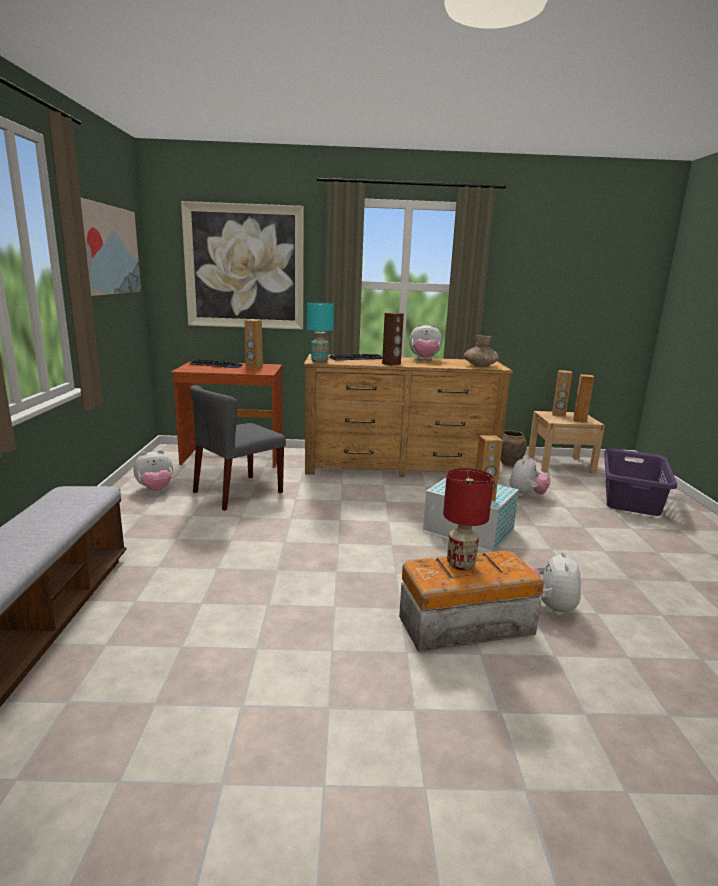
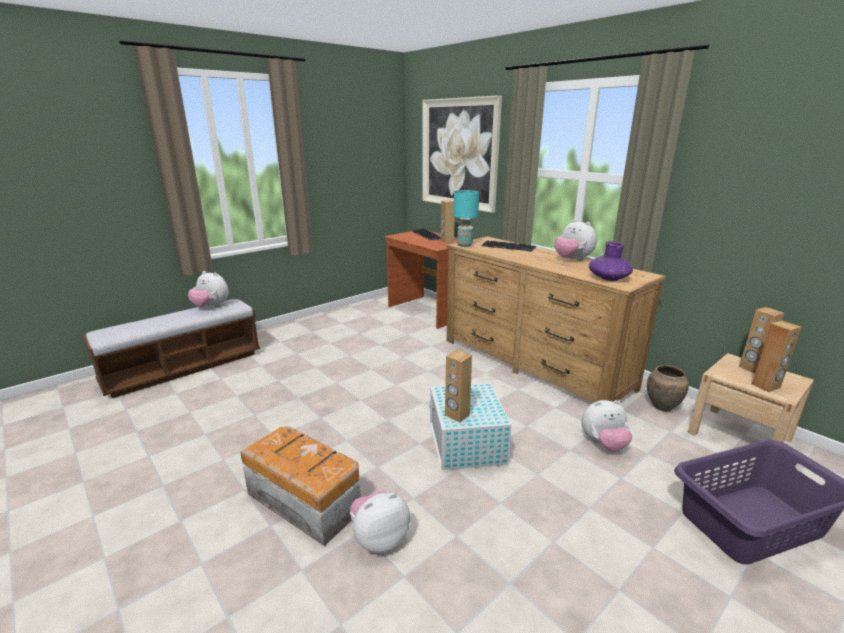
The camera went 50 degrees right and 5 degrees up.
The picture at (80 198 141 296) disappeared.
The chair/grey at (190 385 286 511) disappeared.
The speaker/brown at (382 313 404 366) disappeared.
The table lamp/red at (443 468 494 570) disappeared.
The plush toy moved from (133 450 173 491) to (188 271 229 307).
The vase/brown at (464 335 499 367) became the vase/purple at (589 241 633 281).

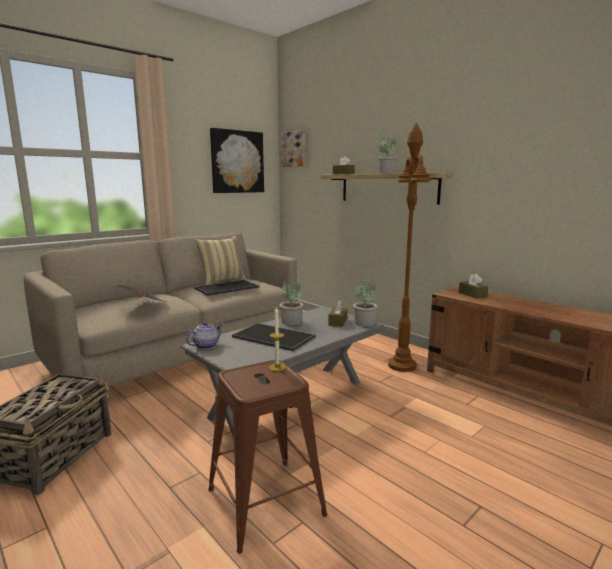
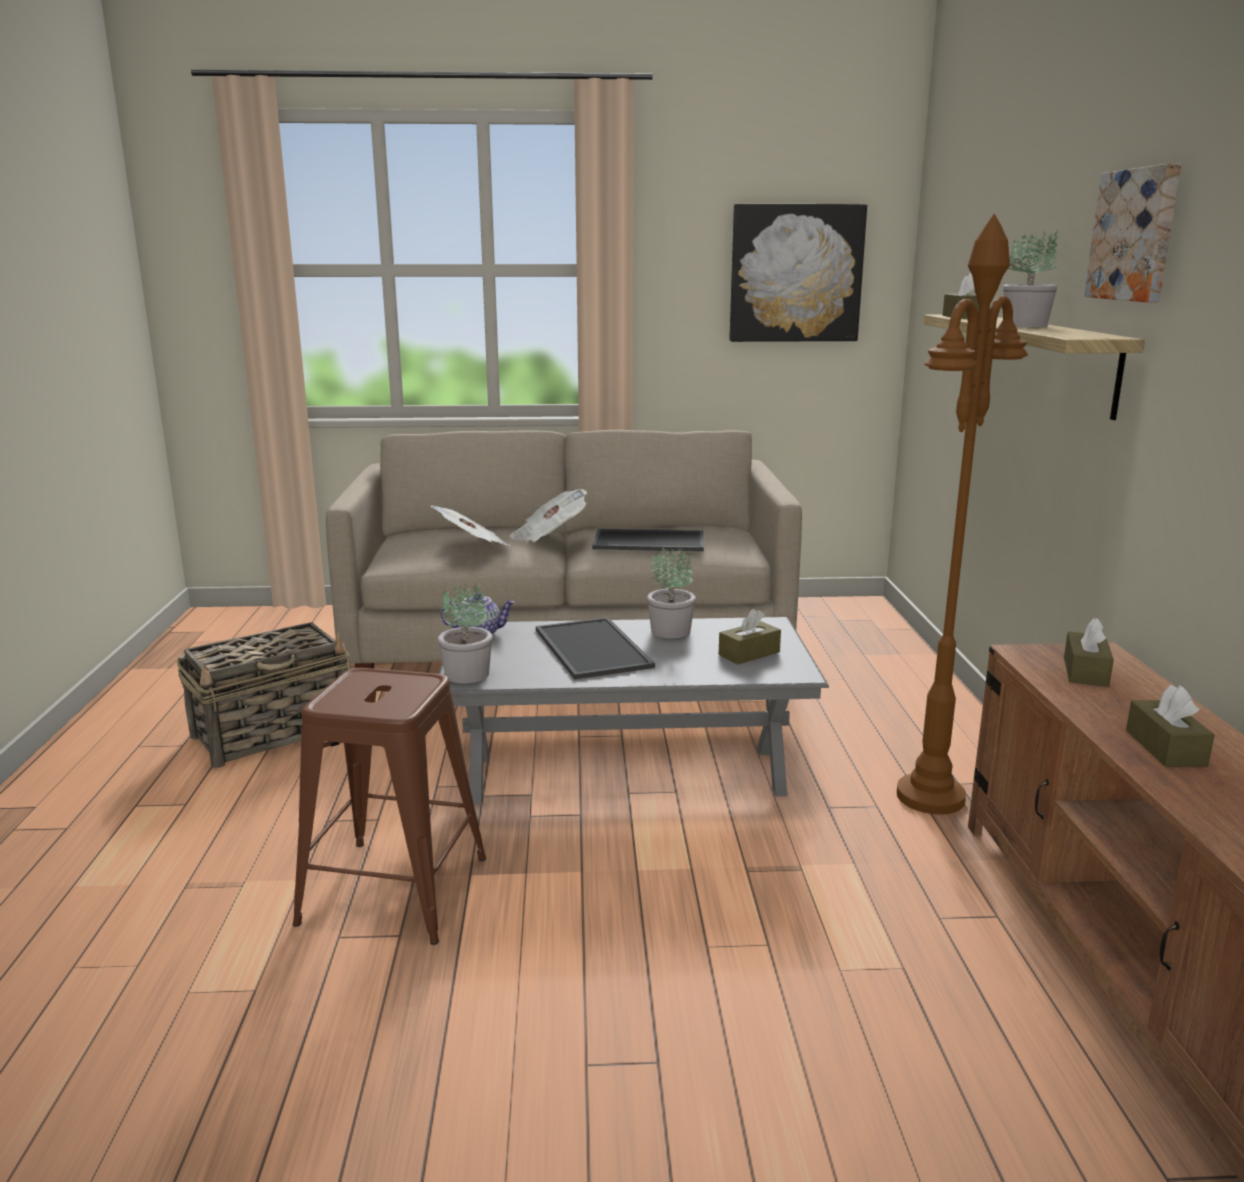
The camera went 40 degrees right and 5 degrees up.
The pillow/beige at (196 236 246 285) disappeared.
The candle at (269 307 286 371) disappeared.
The newspaper at (510 489 588 542) appeared.
The tissue box/brown at (1126 685 1215 767) appeared.
The picture moved from (281 130 305 167) to (1084 164 1181 302).
The potted plant moved from (353 281 378 327) to (438 582 492 684).

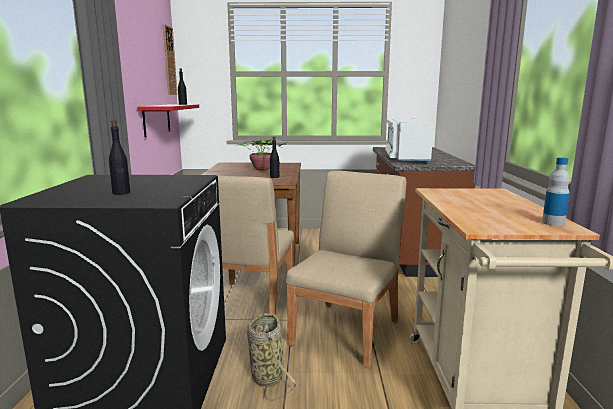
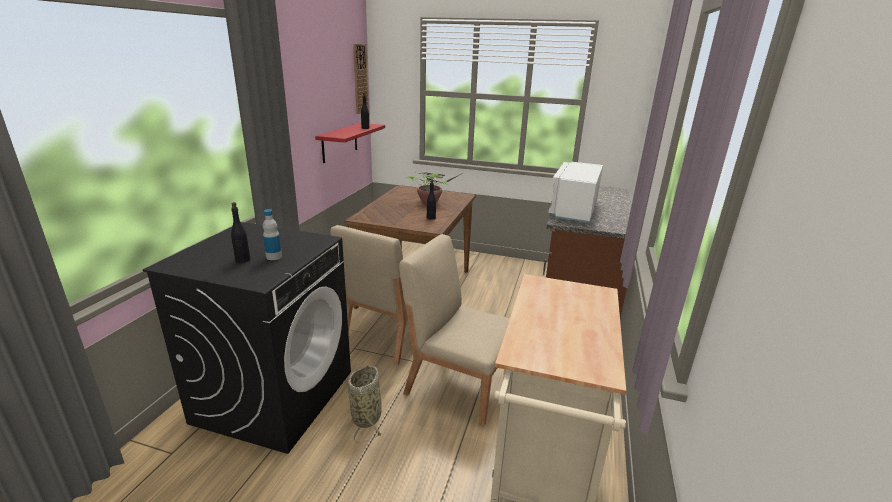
The camera went 15 degrees right and 10 degrees up.
The bottle moved from (542 157 570 226) to (263 209 282 260).
The chair/beige at (286 171 406 368) turned 105 degrees counterclockwise.

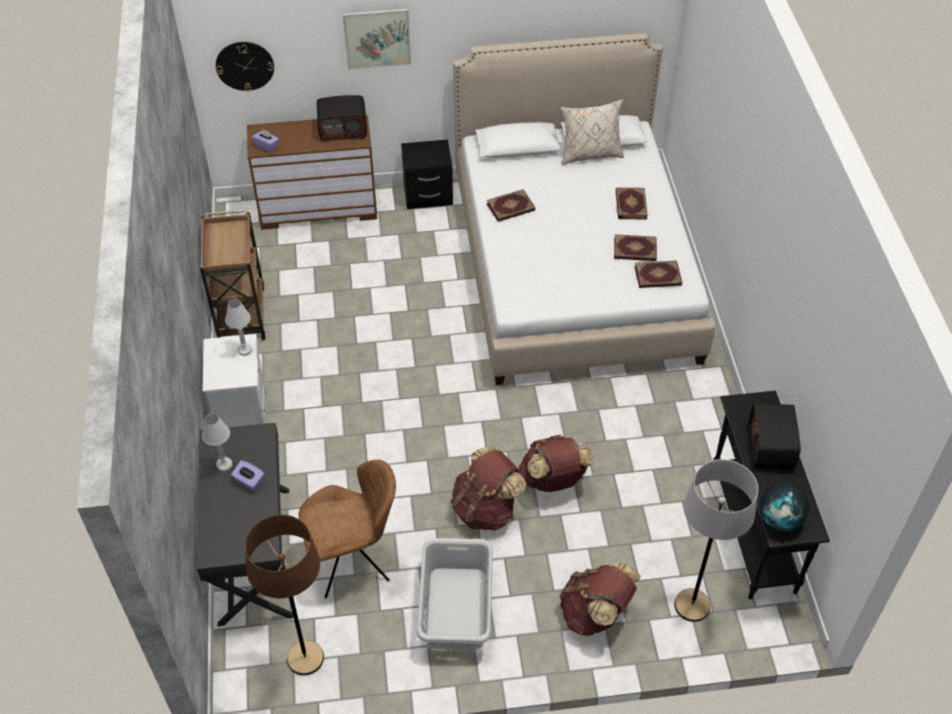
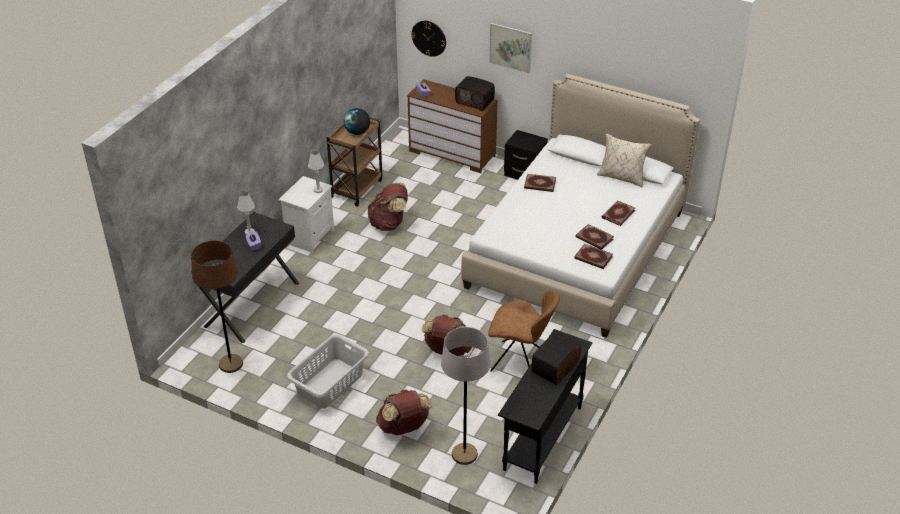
The camera went 35 degrees right and 10 degrees down.
The chair/brown moved from (299 459 396 598) to (488 291 560 372).
The backpack/brown moved from (451 445 526 531) to (368 182 408 231).
The globe moved from (760 483 809 532) to (344 108 370 135).

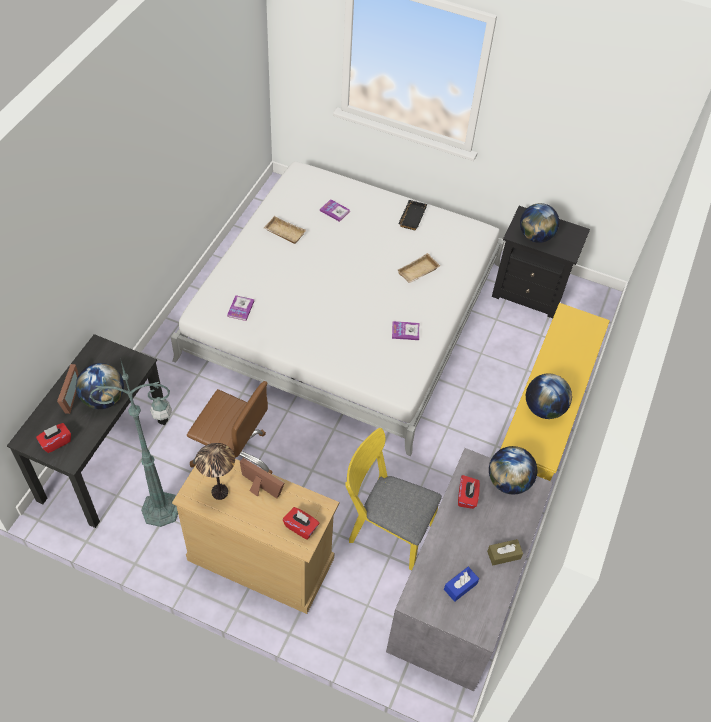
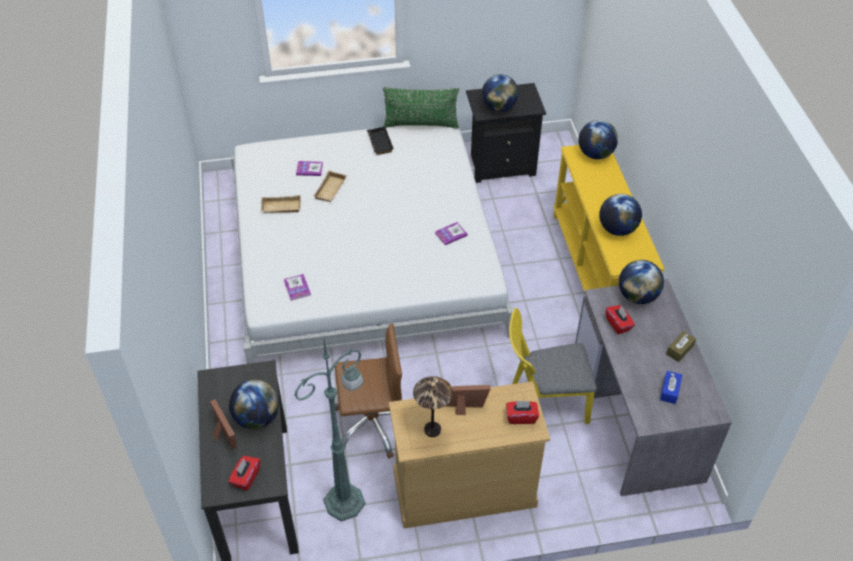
The camera went 30 degrees left and 5 degrees down.
The pillow/green at (383 87 459 129) appeared.
The globe at (579 120 618 159) appeared.
The tray/beige moved from (398 253 440 283) to (314 170 347 202).

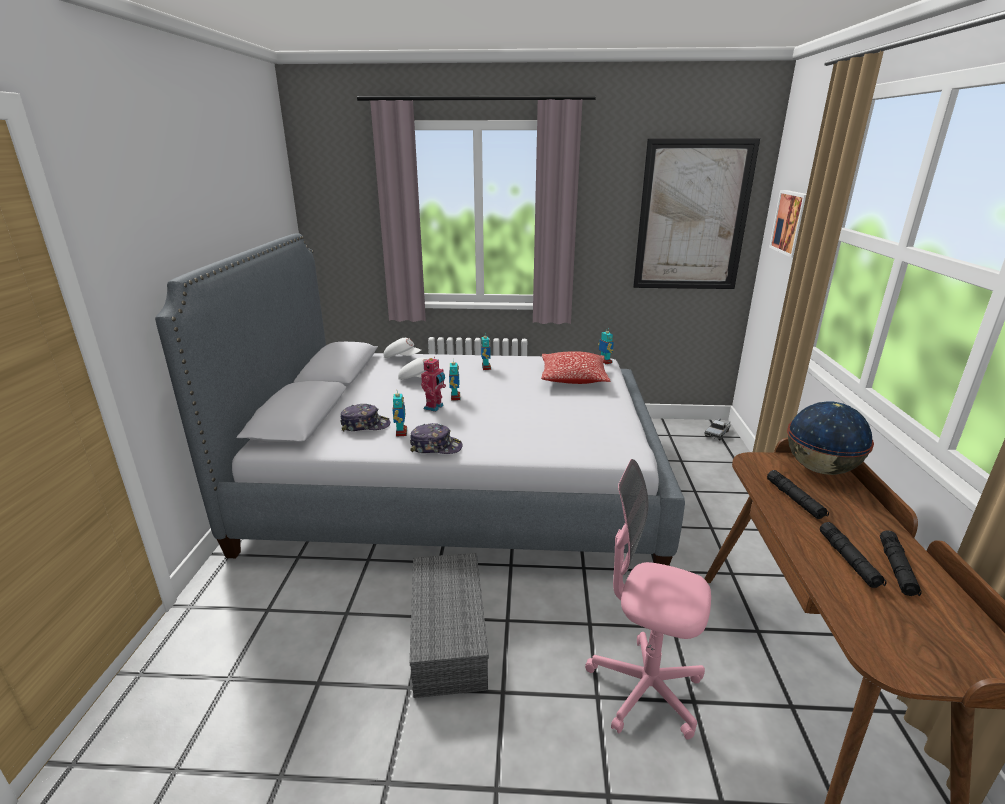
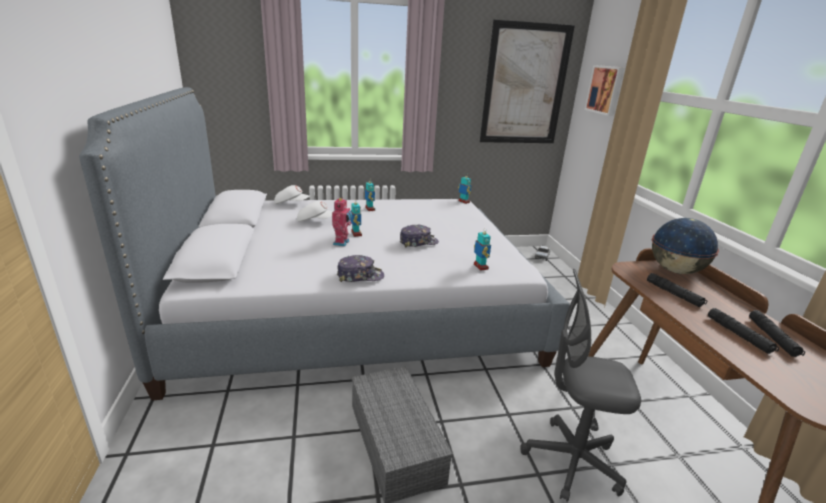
The camera went 15 degrees left and 0 degrees up.
The pillow at (541 351 611 384) disappeared.
The cap moved from (341 404 390 431) to (400 225 439 247).
The toy robot moved from (393 391 407 437) to (474 231 491 271).
The office chair/pink at (585 459 711 740) became the office chair/grey at (520 269 641 502).

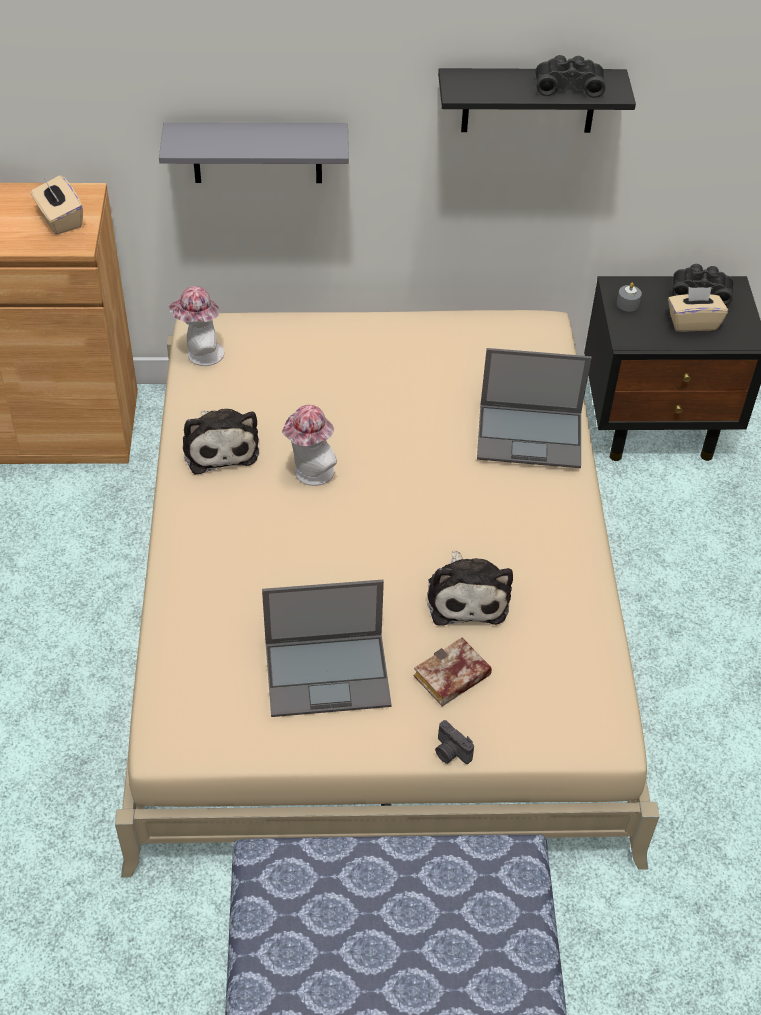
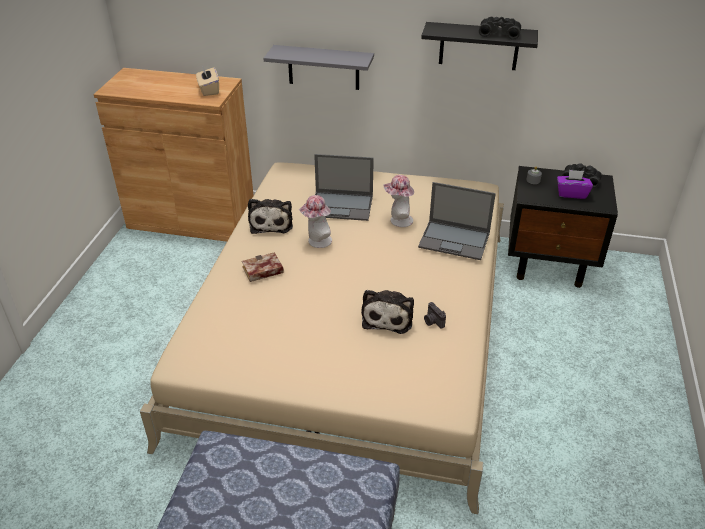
The camera went 15 degrees right and 10 degrees down.
The hat moved from (168 286 224 366) to (383 175 414 227).
The laptop moved from (262 580 391 717) to (314 154 374 221).
The book moved from (414 638 492 706) to (242 252 284 282).
The photo camera moved from (435 720 474 764) to (424 302 446 329).
The tissue box/beige at (668 287 728 332) became the tissue box/purple at (557 170 593 199).

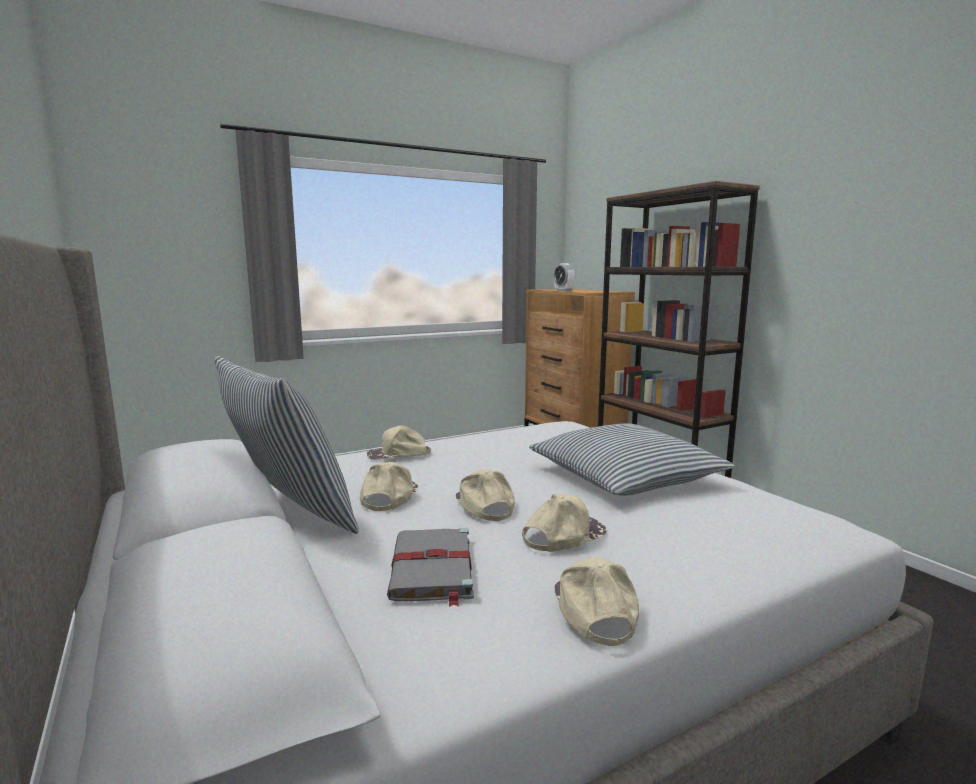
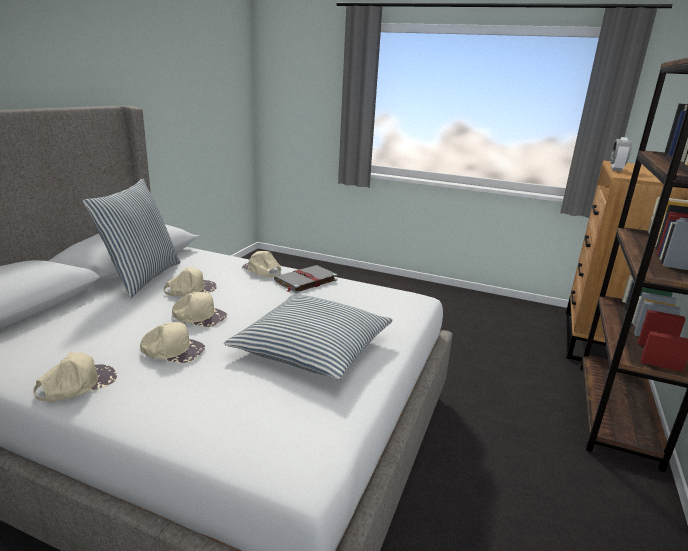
The camera went 50 degrees right and 10 degrees up.
The book/grey moved from (387 528 474 607) to (274 265 337 293).
The cap/beige at (455 469 515 521) turned 75 degrees clockwise.

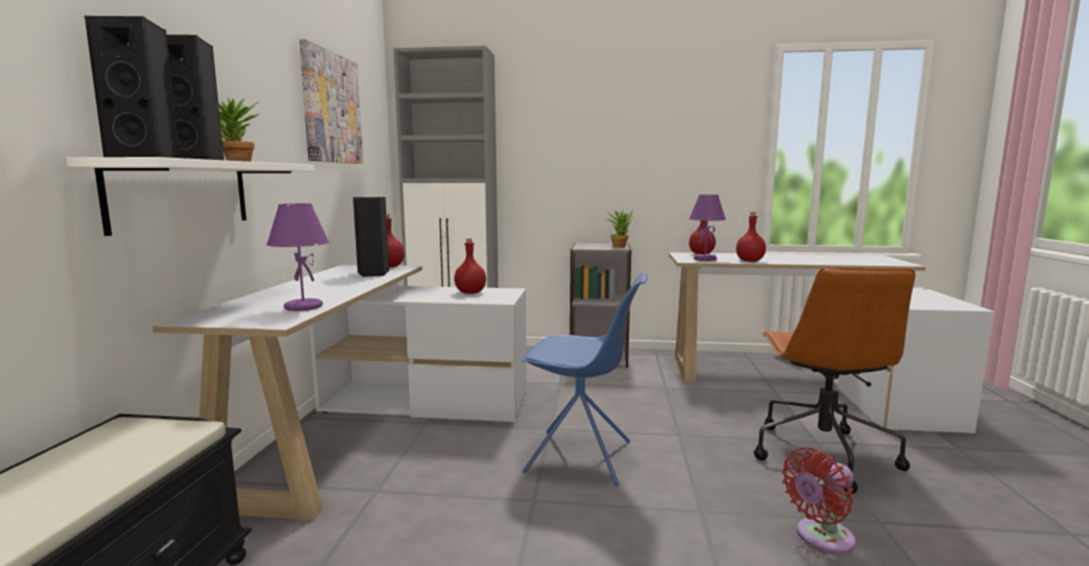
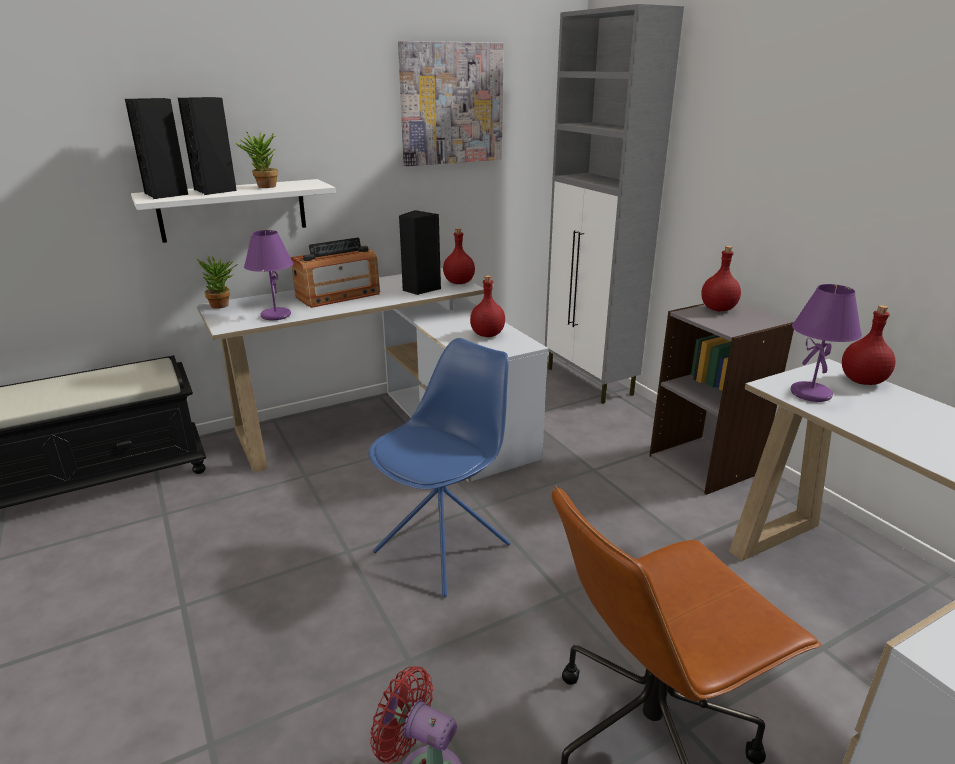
The camera went 55 degrees right and 15 degrees up.
The radio at (291 237 380 308) appeared.
The potted plant moved from (607 210 633 247) to (197 256 238 309).
The bottle/red moved from (736 212 766 262) to (701 246 741 311).
The chair/blue at (522 272 647 486) turned 120 degrees counterclockwise.

